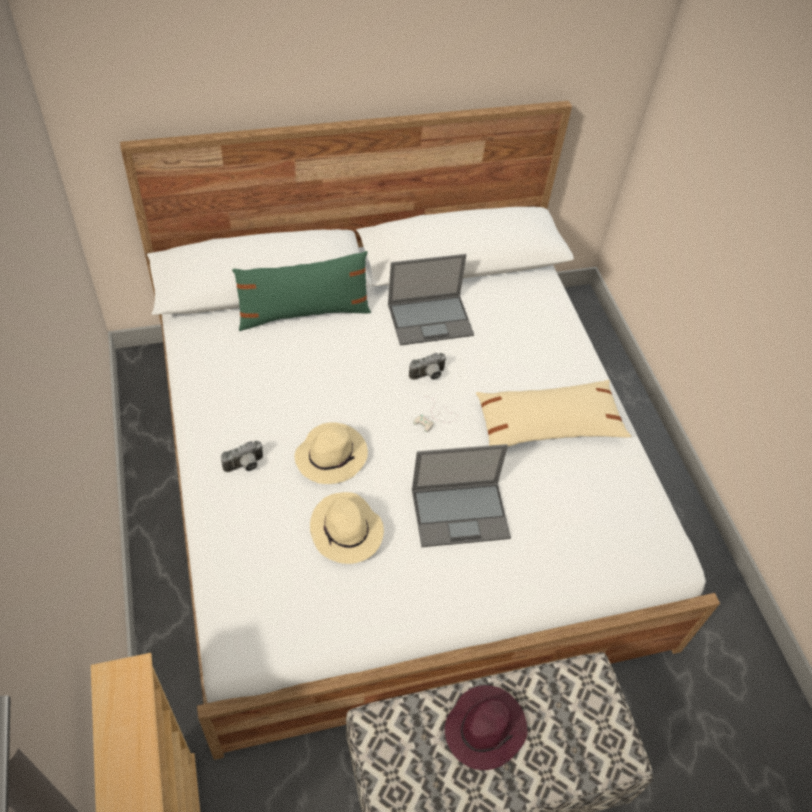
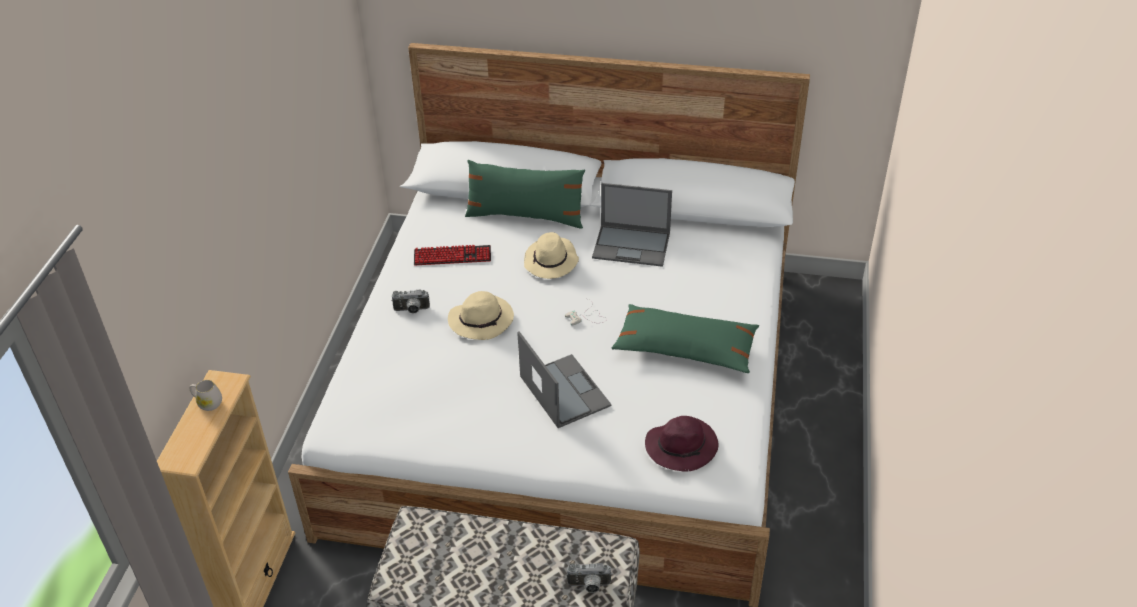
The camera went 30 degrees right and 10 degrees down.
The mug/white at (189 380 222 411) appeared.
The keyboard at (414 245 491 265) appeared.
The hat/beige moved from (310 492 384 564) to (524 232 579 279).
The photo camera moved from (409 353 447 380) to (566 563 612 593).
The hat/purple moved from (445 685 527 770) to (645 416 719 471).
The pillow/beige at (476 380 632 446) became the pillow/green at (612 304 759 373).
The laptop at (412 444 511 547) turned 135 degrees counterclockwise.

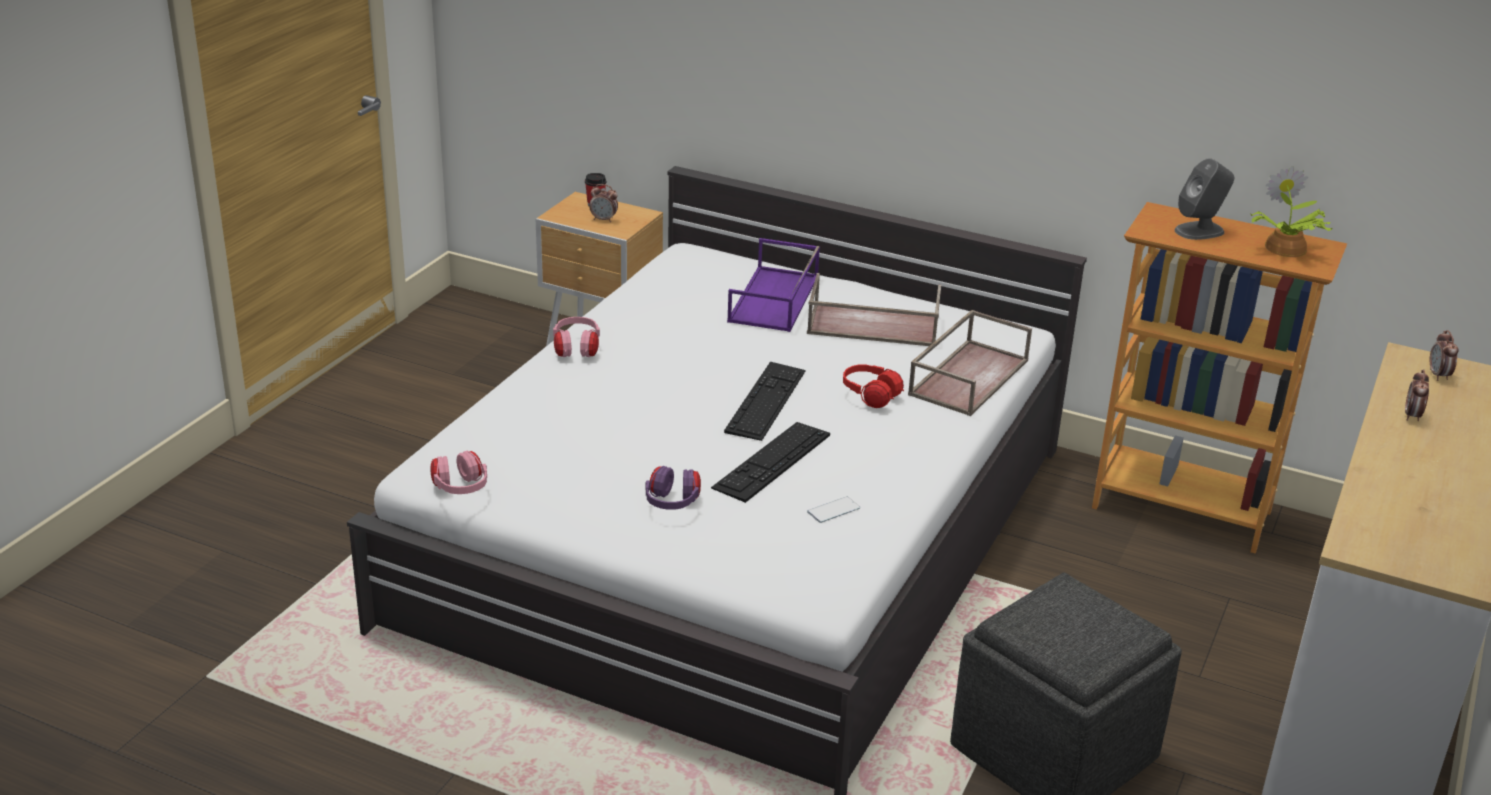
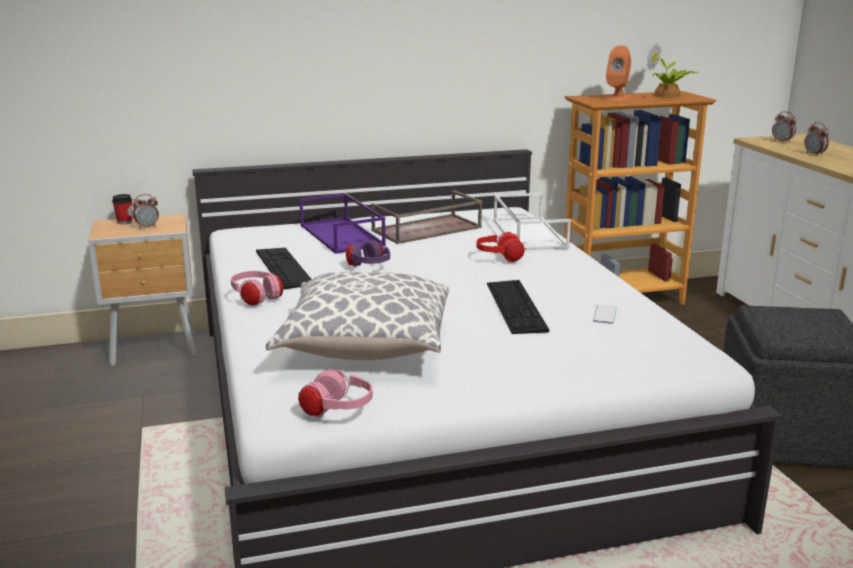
The camera went 40 degrees left and 10 degrees down.
The pillow at (266 272 449 360) appeared.
The headphones/purple moved from (645 466 701 510) to (346 240 390 268).
The keyboard moved from (724 362 806 441) to (256 248 312 290).
The tray/brown at (908 310 1032 416) became the tray/white at (494 193 571 250).
The speaker/grey at (1175 158 1234 240) became the speaker/orange at (604 45 631 101).

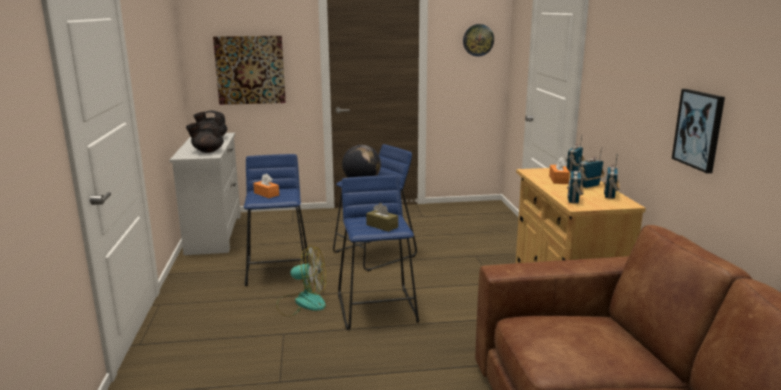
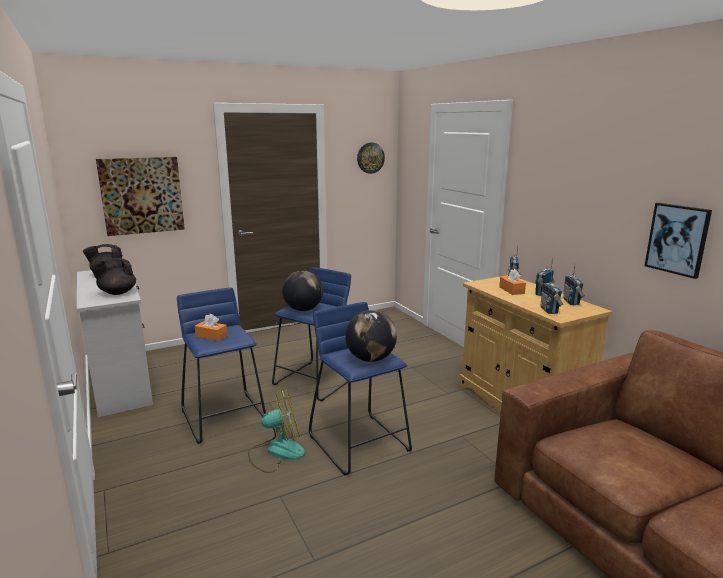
The camera went 20 degrees left and 0 degrees up.
The tissue box/brown at (366 203 398 232) was replaced by the globe at (345 310 397 362).

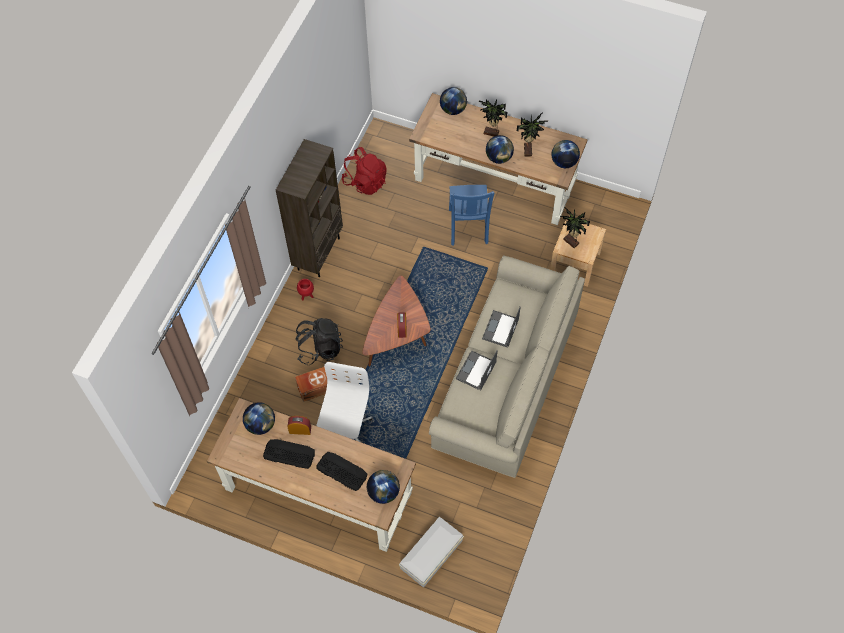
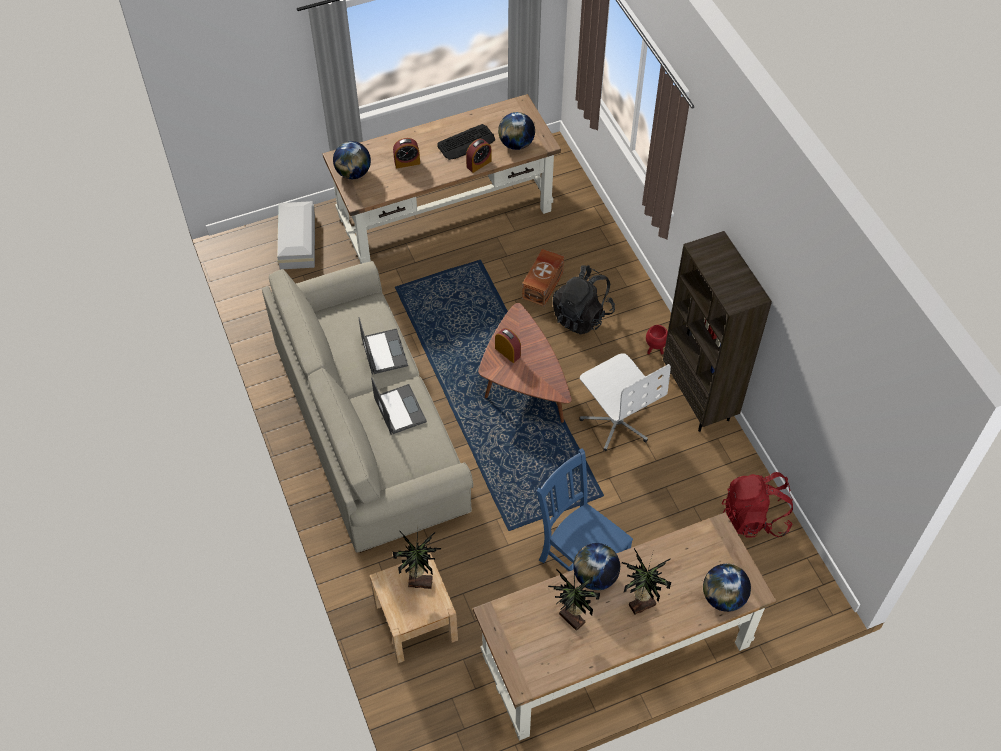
The camera went 135 degrees right and 5 degrees down.
The globe at (552 140 580 168) disappeared.
The office chair/white moved from (316 362 372 442) to (579 353 671 451).
The keyboard at (317 452 368 491) was replaced by the alarm clock at (393 138 420 168).

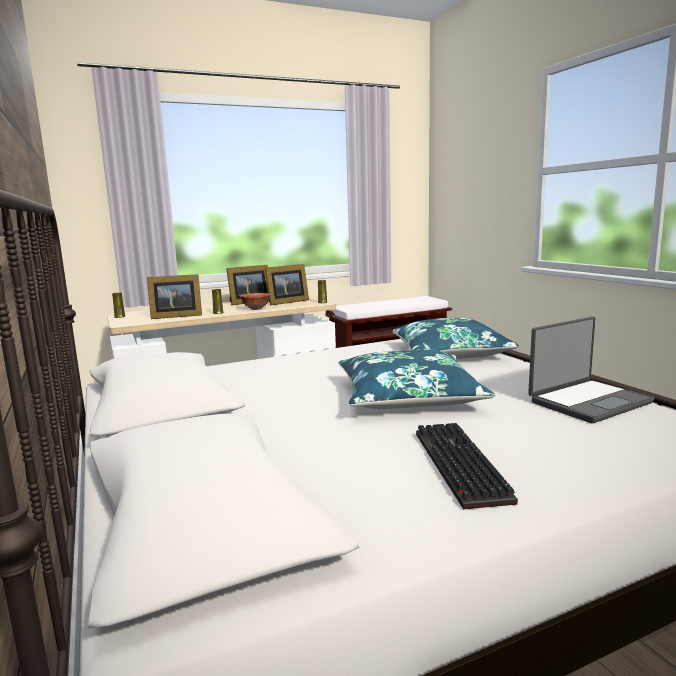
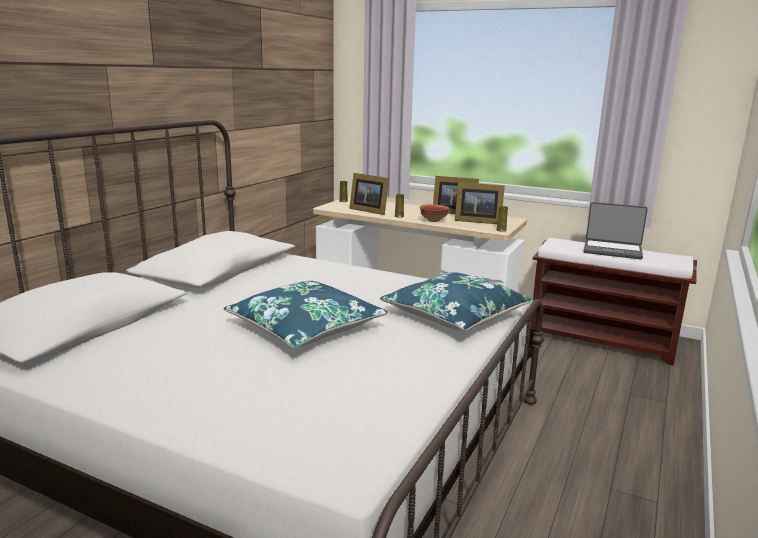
The camera went 50 degrees right and 5 degrees up.
The keyboard at (416 423 518 510) disappeared.
The laptop moved from (528 317 654 423) to (583 202 648 259).

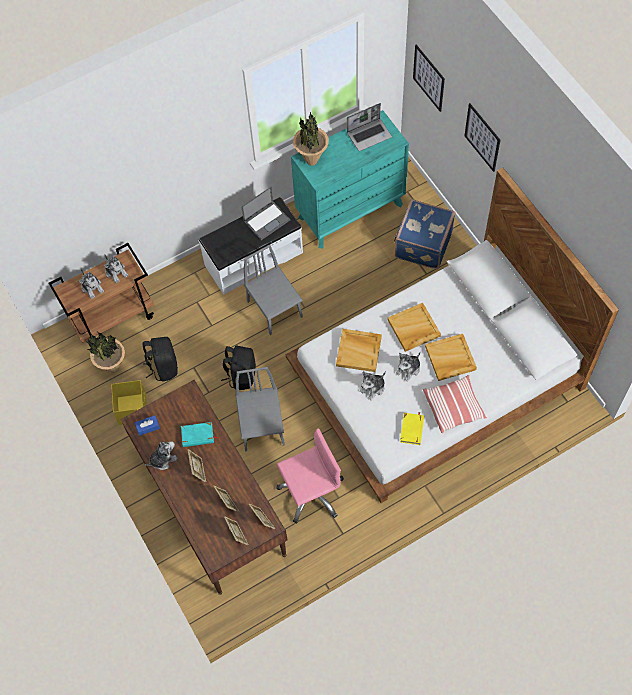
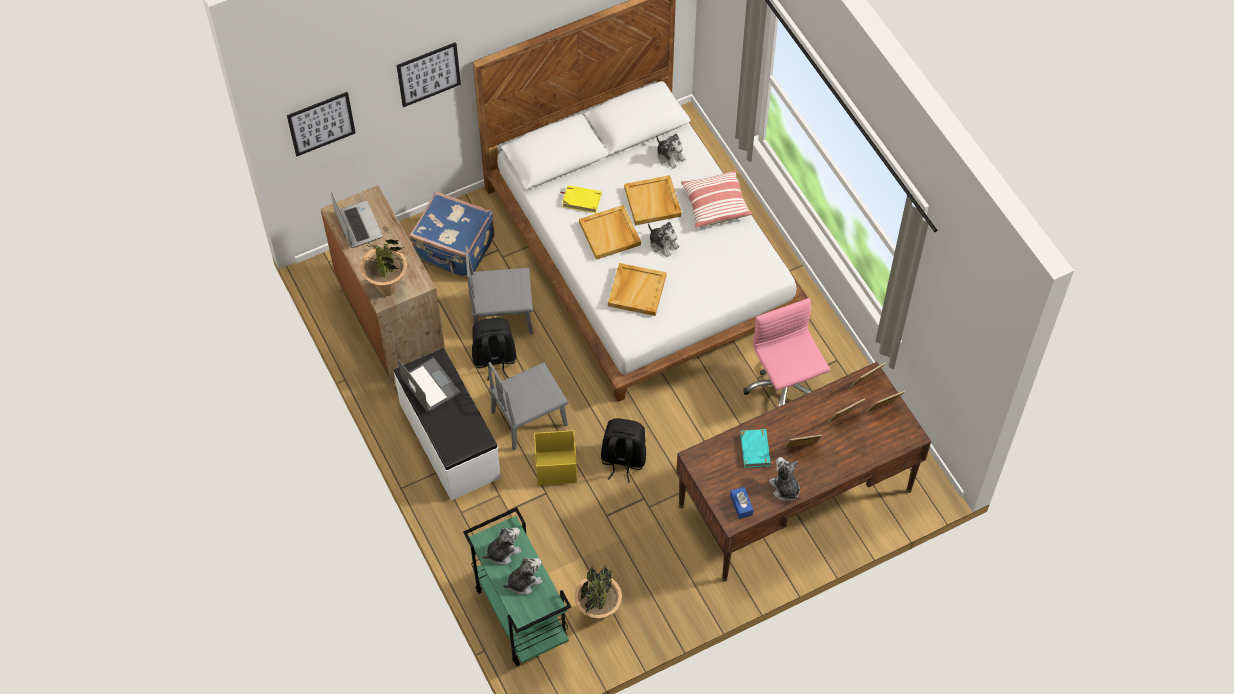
The camera went 90 degrees left and 5 degrees down.
The storage box/yellow moved from (111 380 147 425) to (534 430 577 486).
The backpack/black moved from (143 337 178 382) to (472 318 517 381).
The chair/grey moved from (235 367 285 452) to (465 246 533 334).
The plush toy moved from (360 371 386 401) to (656 133 686 169).
The book/yellow moved from (400 412 424 445) to (560 185 601 213).
The cart/brown at (49 243 154 343) became the cart/green at (463 507 571 666).
The dresser/turquoise at (291 110 409 248) became the dresser/brown at (320 185 445 386).

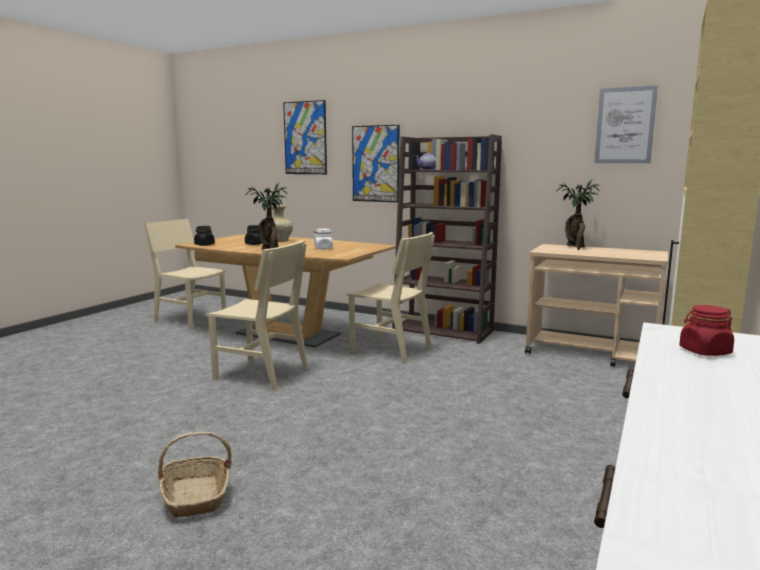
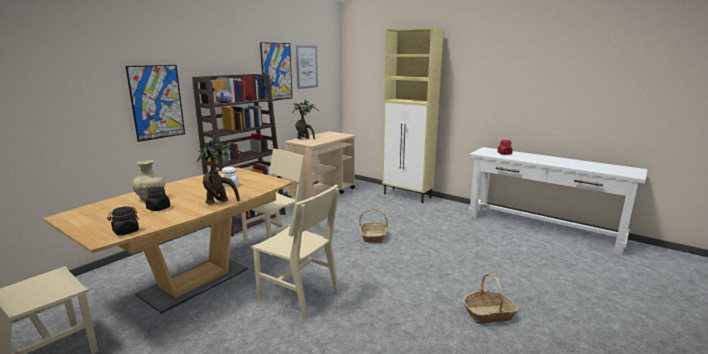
The camera went 80 degrees left and 5 degrees up.
The basket at (359 209 388 243) appeared.
The picture moved from (283 100 327 174) to (260 42 293 101).
The chair/beige at (205 240 308 391) turned 90 degrees clockwise.

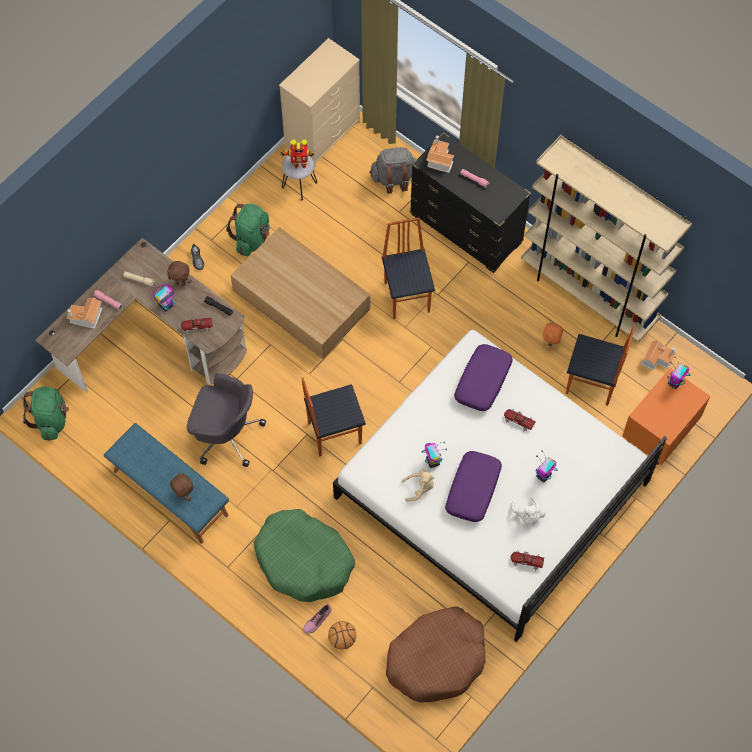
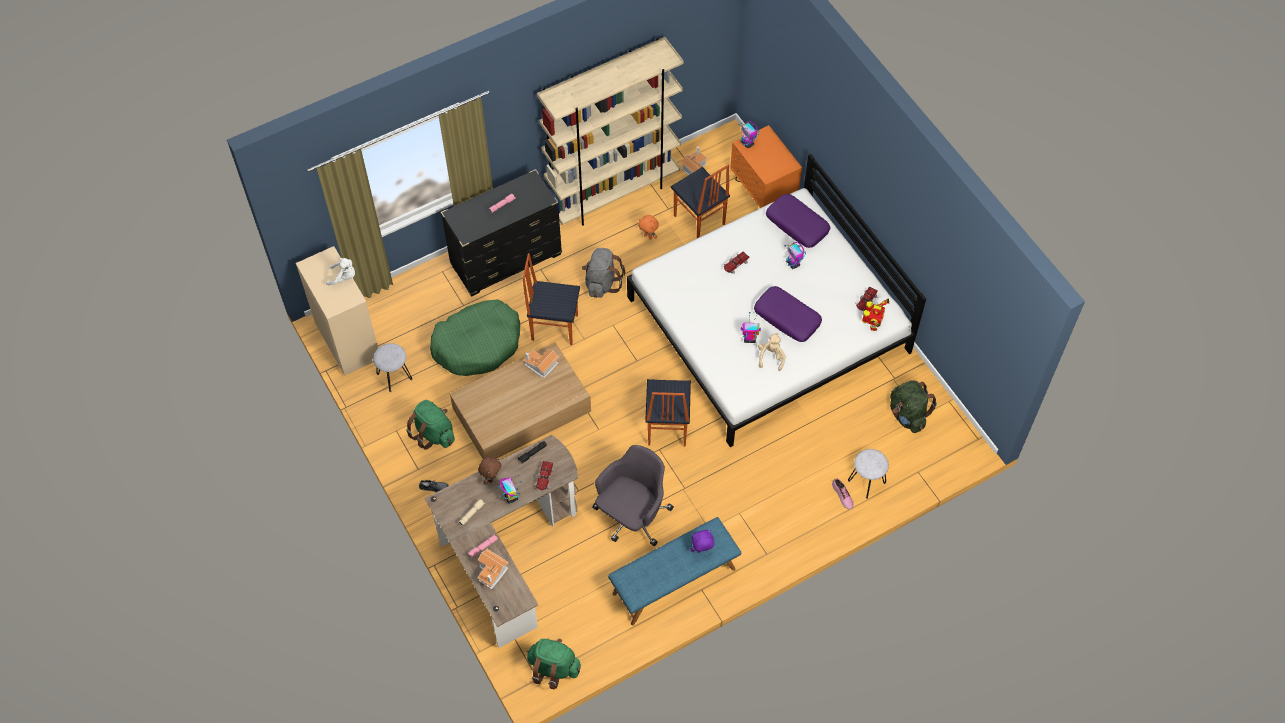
The camera went 70 degrees left and 5 degrees down.
The dog bed/green moved from (254 509 355 602) to (430 299 520 376).
The toy robot moved from (280 139 314 168) to (862 298 889 331).
The backpack/grey moved from (369 147 416 194) to (582 248 625 298).
The toy house moved from (426 135 454 173) to (523 349 559 378).
The pillow/purple moved from (454 344 513 411) to (766 194 830 248).
The plush toy/white moved from (511 497 546 526) to (326 258 355 286).
The basketball at (328 621 356 650) was replaced by the stool/grey at (848 449 889 499).
The dog bed/brown at (386 606 486 703) was replaced by the backpack/green at (890 381 937 433).
The plush toy/brown at (170 472 193 502) became the plush toy/purple at (691 530 714 553).
The chair at (566 325 636 406) turned 105 degrees clockwise.

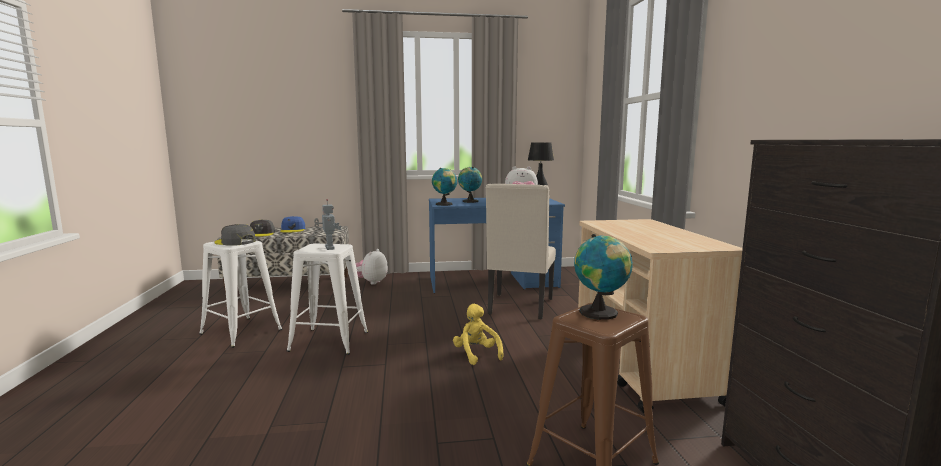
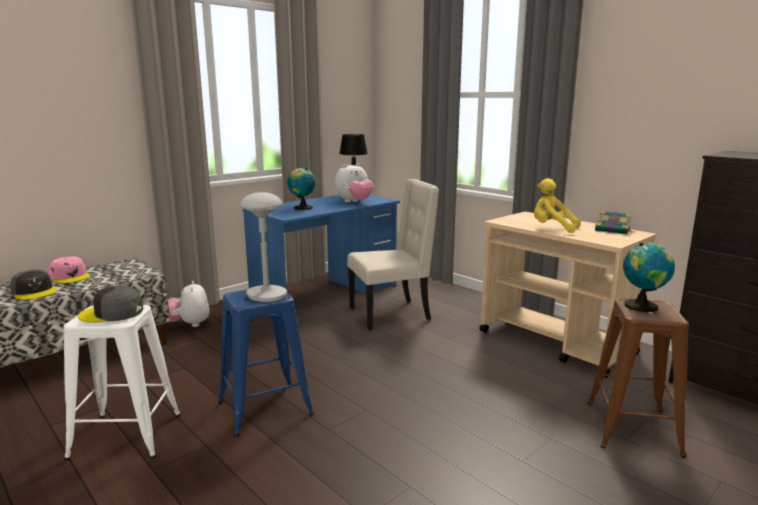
The camera went 35 degrees left and 5 degrees up.
The globe at (432 168 457 206) disappeared.
The book at (595 211 634 234) appeared.
The plush toy/yellow moved from (453 304 504 365) to (534 178 581 233).
The toy robot at (314 199 342 250) was replaced by the table lamp/grey at (240 192 287 302).
The cap/blue at (280 216 305 232) became the cap/pink at (48 256 90 284).
The stool/white at (287 243 368 355) became the stool/blue at (218 290 314 436).
The chair/beige at (485 184 556 320) turned 90 degrees counterclockwise.

